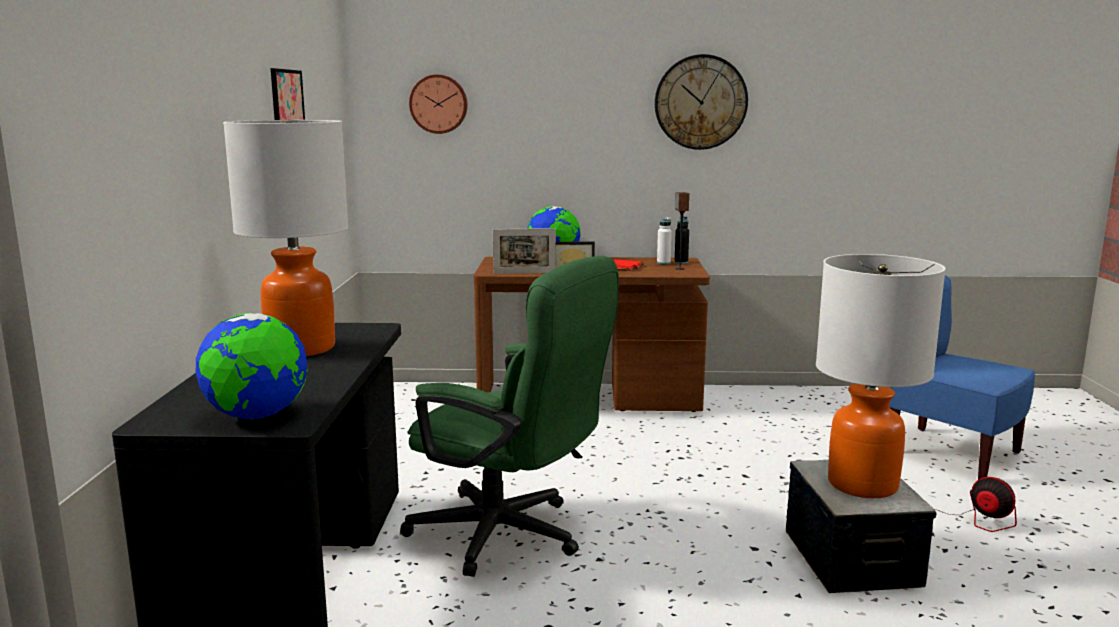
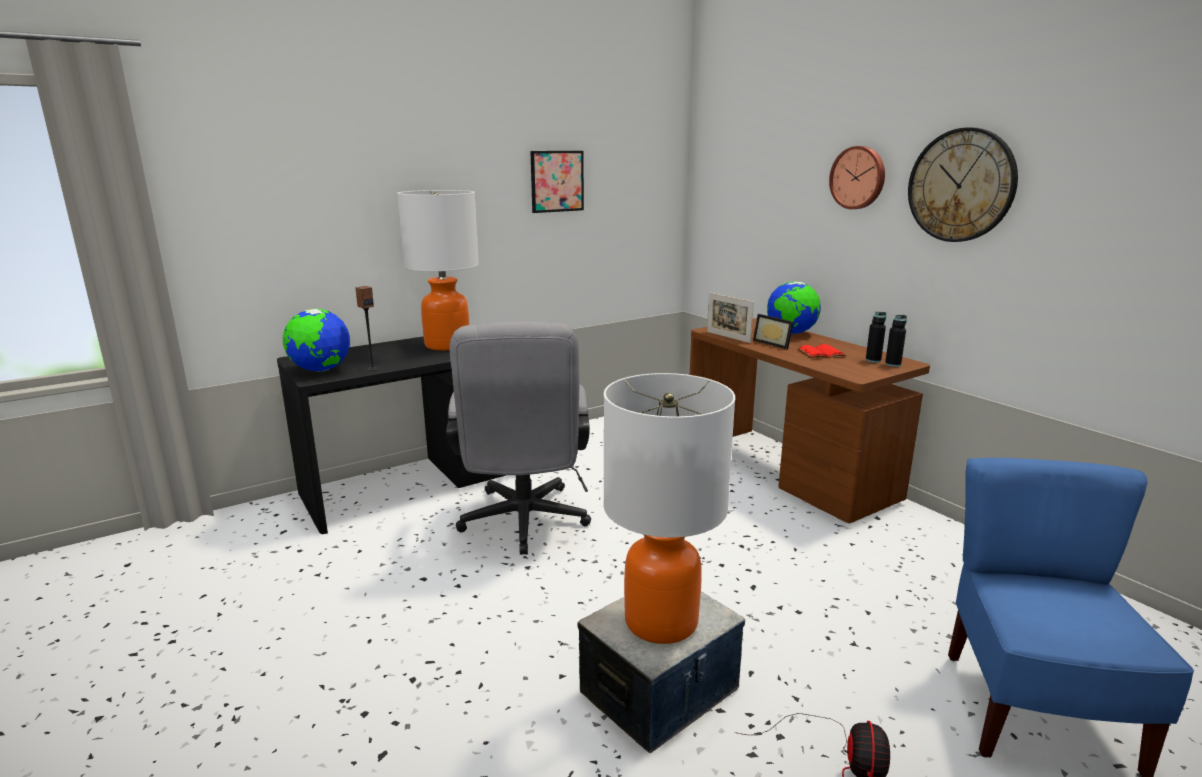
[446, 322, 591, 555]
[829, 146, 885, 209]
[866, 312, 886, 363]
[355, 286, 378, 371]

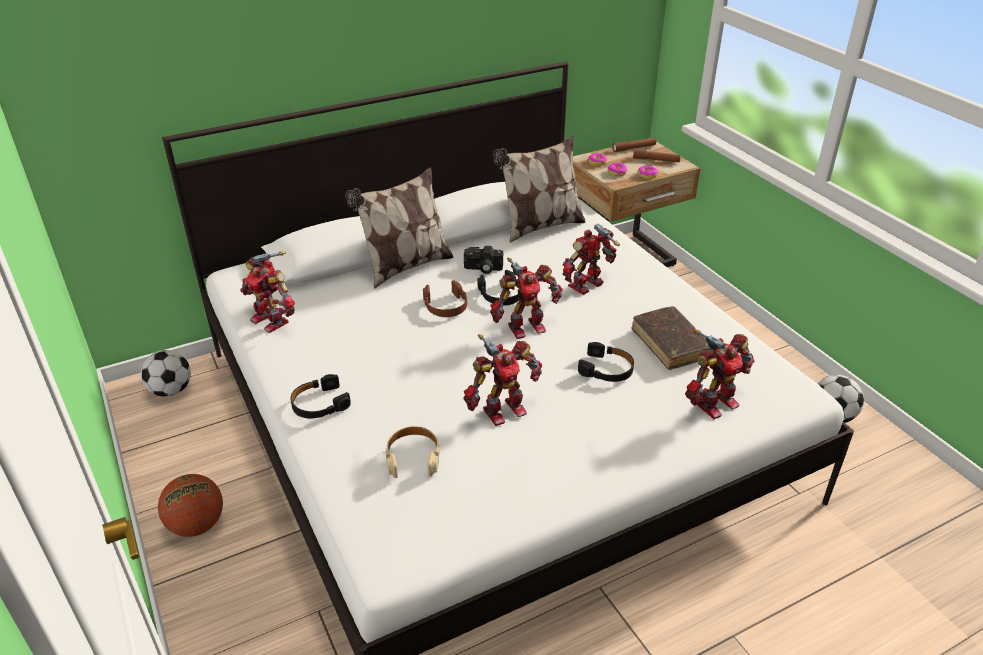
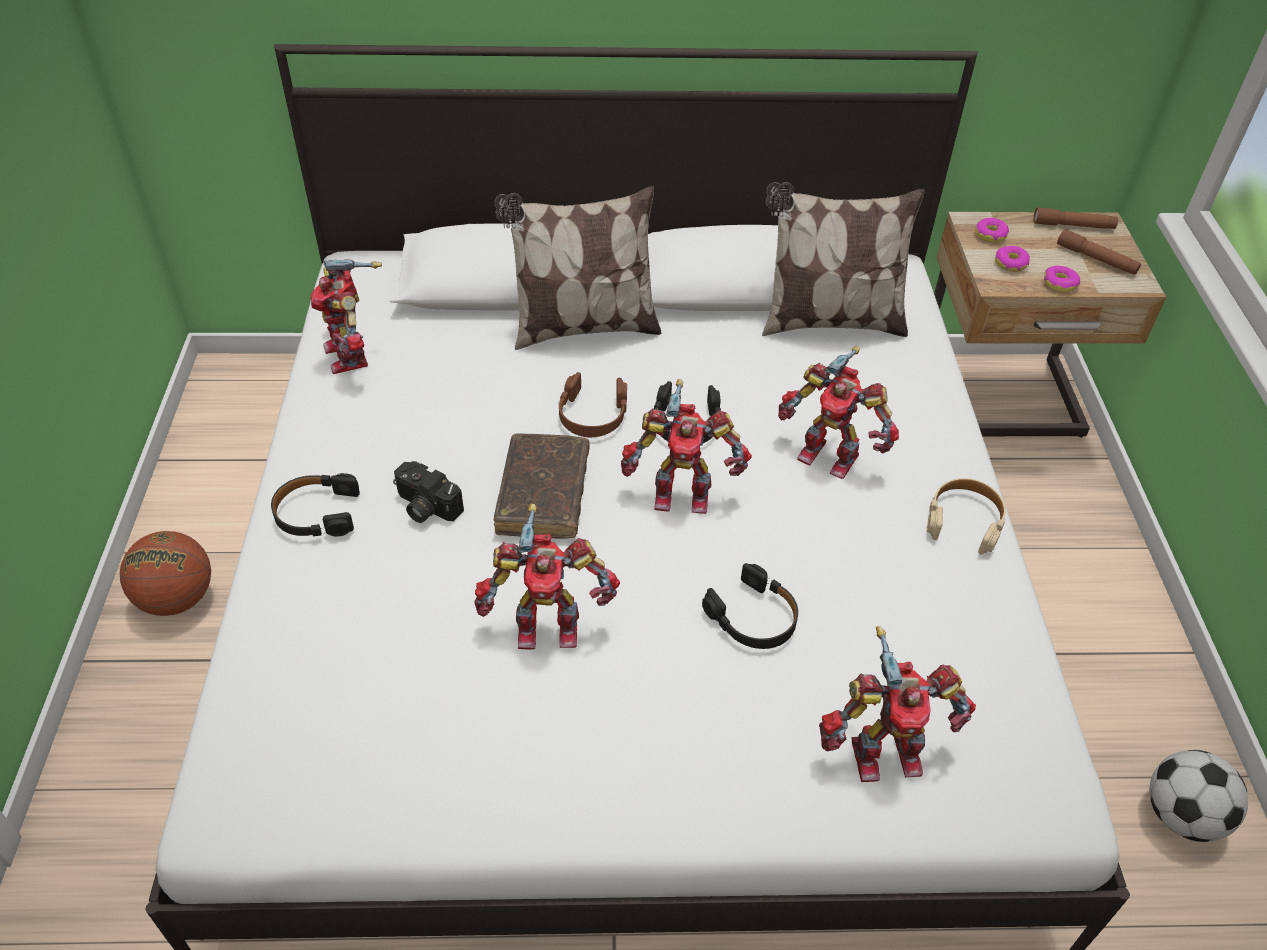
[141, 350, 191, 397] (first image)
[927, 478, 1006, 555]
[393, 461, 464, 523]
[778, 346, 899, 479]
[494, 434, 590, 539]

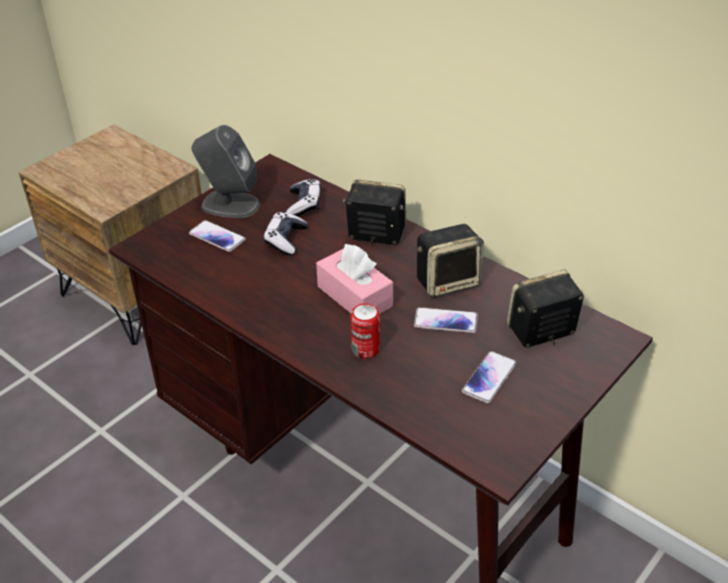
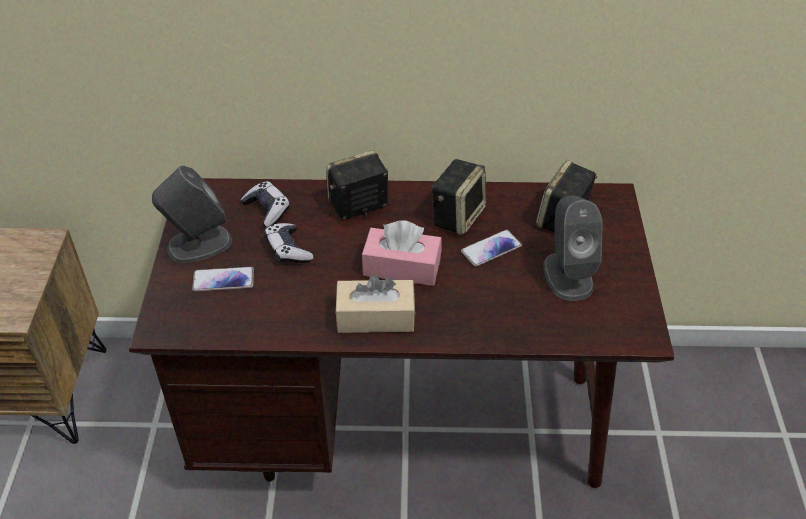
[350, 303, 380, 359] (first image)
[543, 195, 603, 301]
[335, 275, 415, 333]

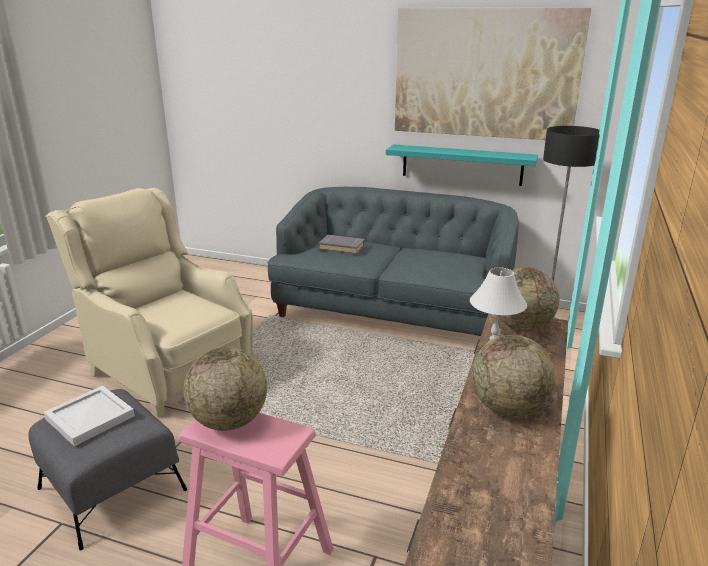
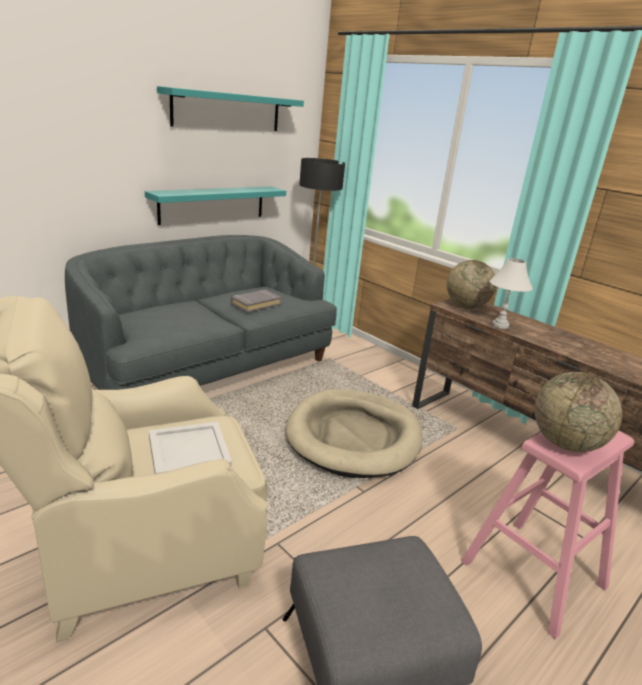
[149, 422, 232, 474]
[231, 290, 282, 313]
[157, 86, 304, 131]
[472, 335, 555, 417] (first image)
[286, 389, 423, 478]

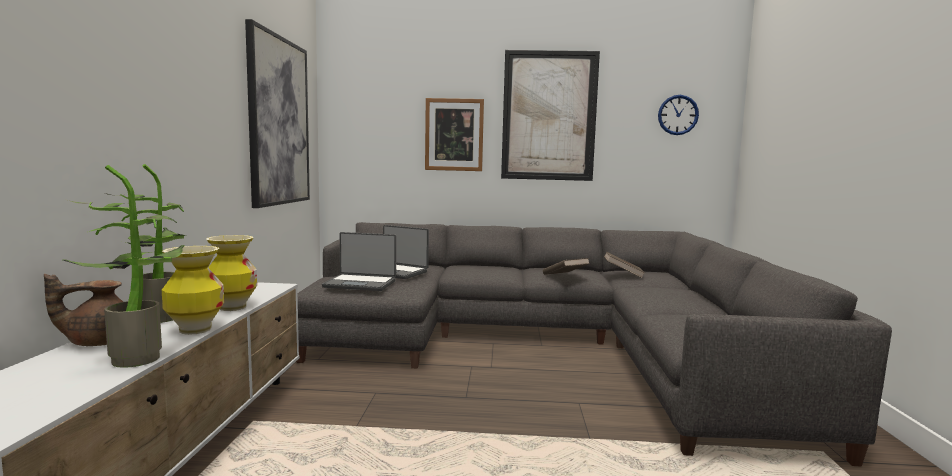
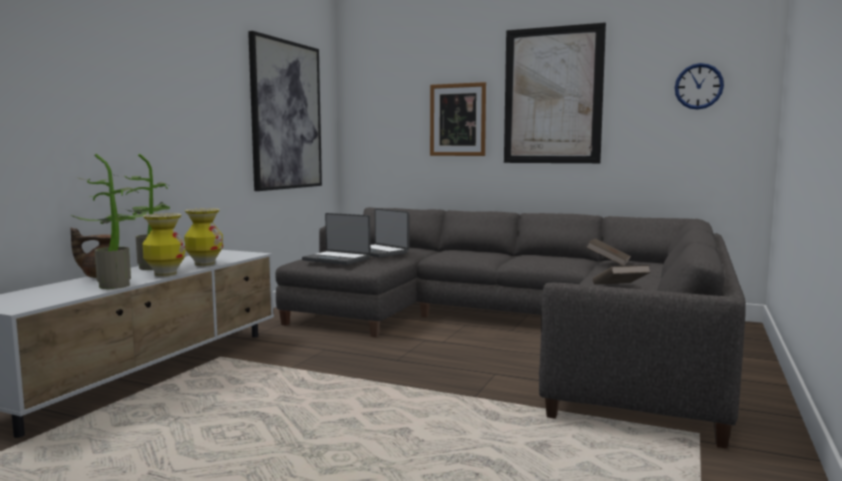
[593, 265, 651, 285]

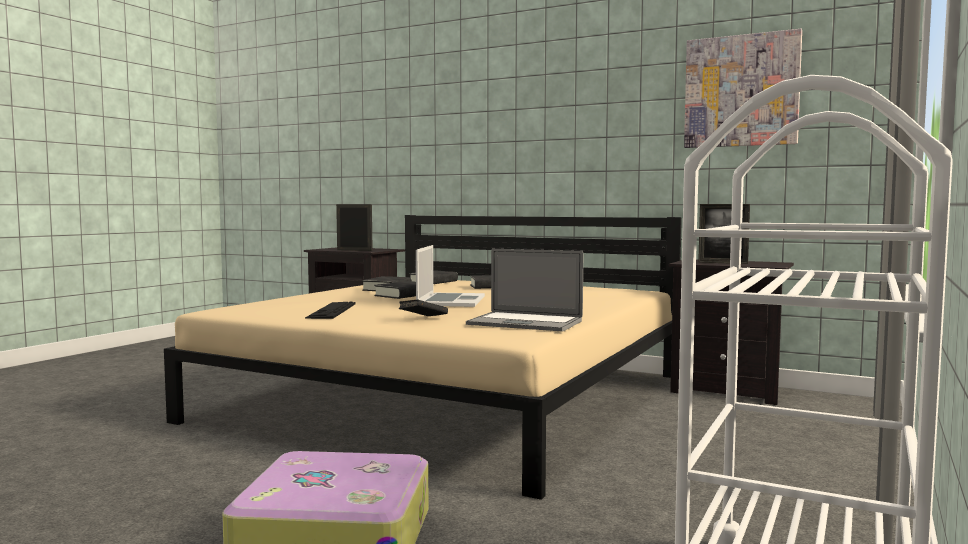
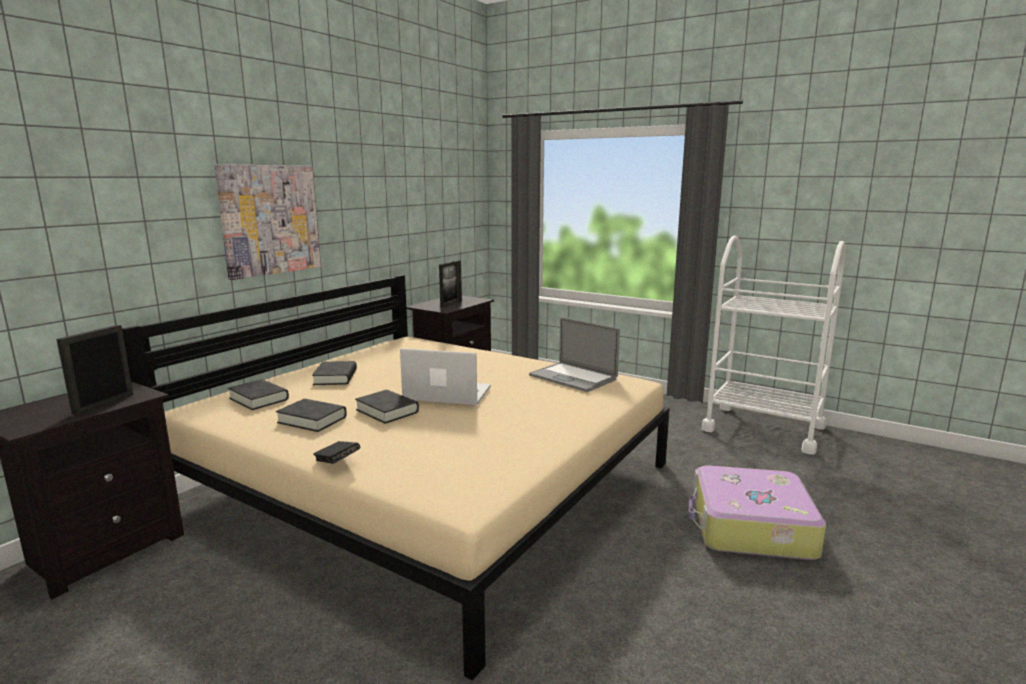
[305, 301, 356, 319] (first image)
[313, 441, 360, 464]
[529, 317, 620, 392]
[214, 164, 321, 280]

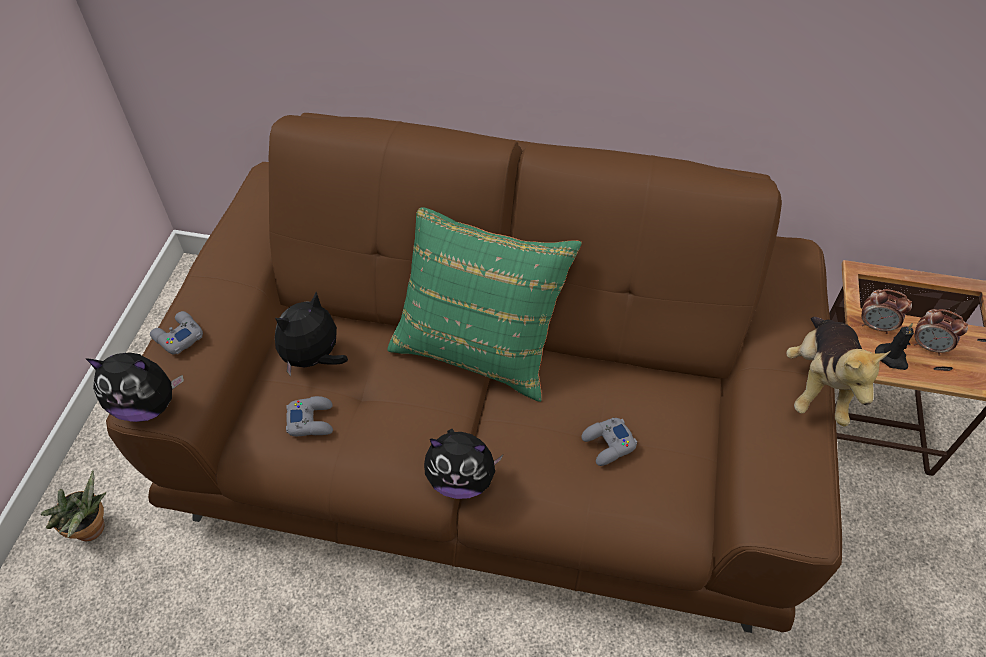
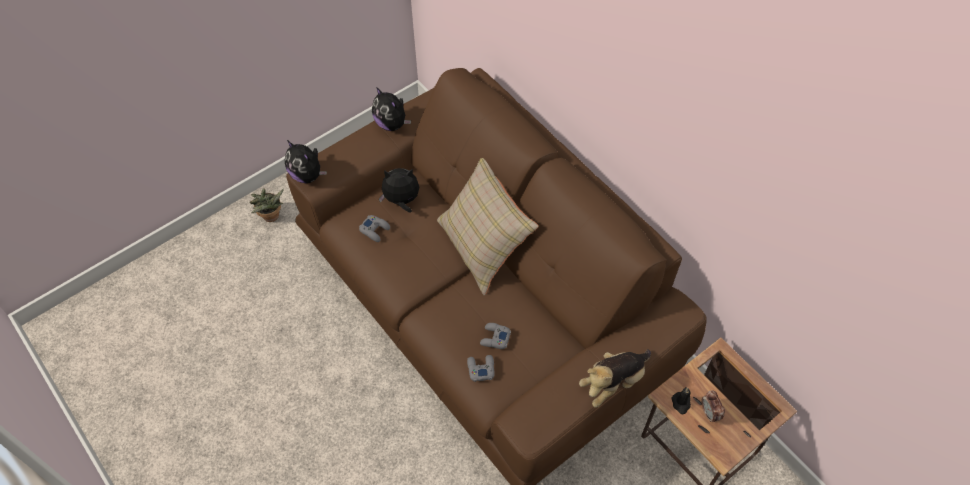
[467, 355, 495, 382]
[437, 158, 539, 295]
[372, 87, 411, 131]
[862, 289, 912, 334] (first image)

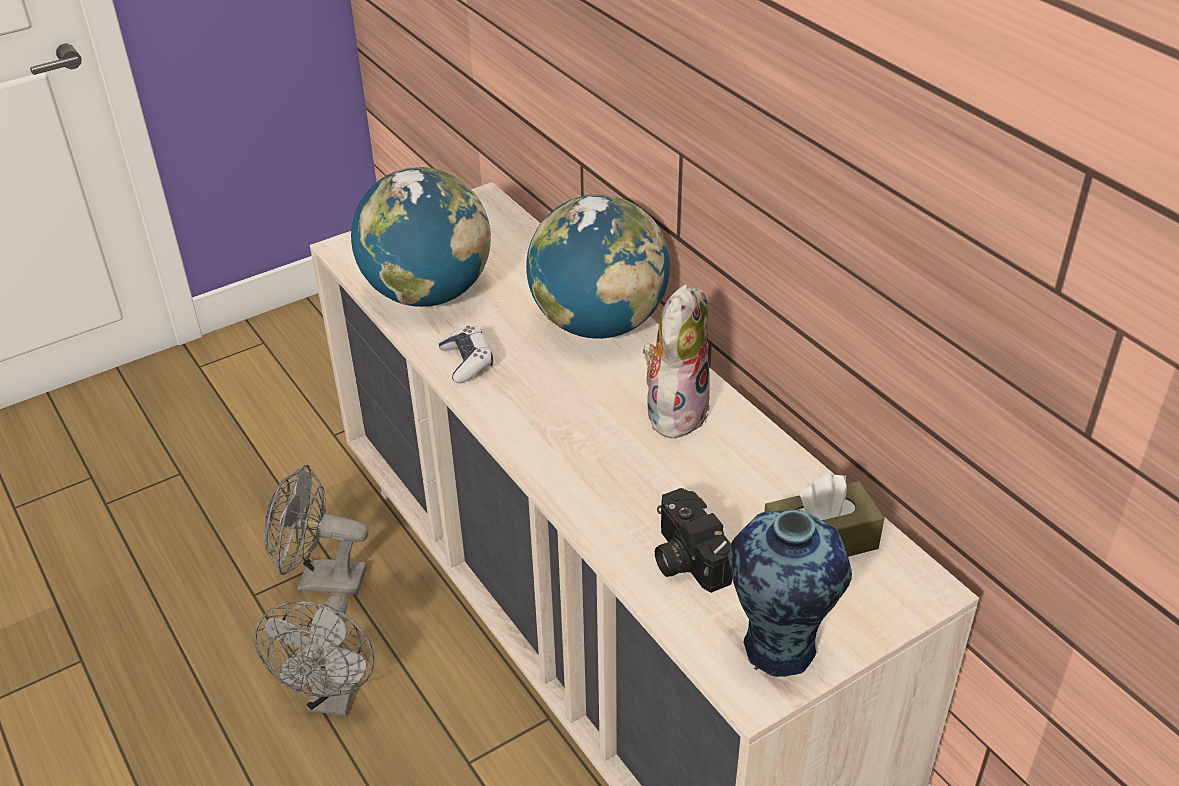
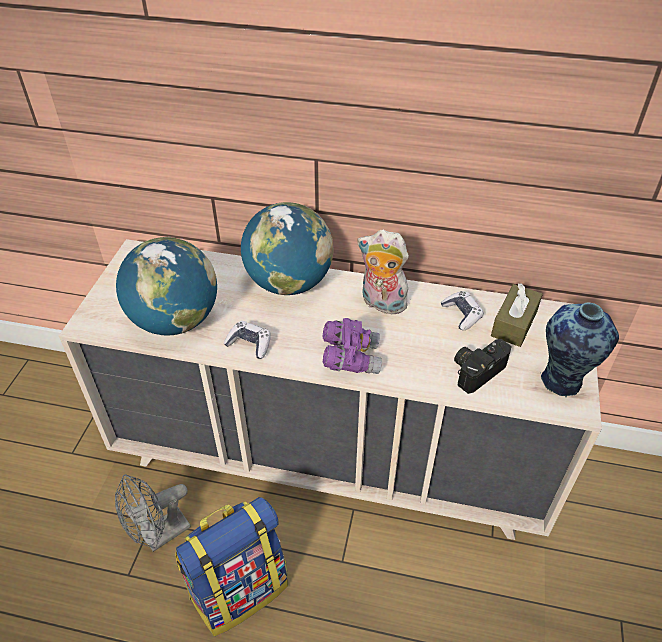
[175, 497, 288, 636]
[357, 230, 409, 314]
[454, 339, 512, 394]
[323, 318, 382, 374]
[441, 291, 484, 331]

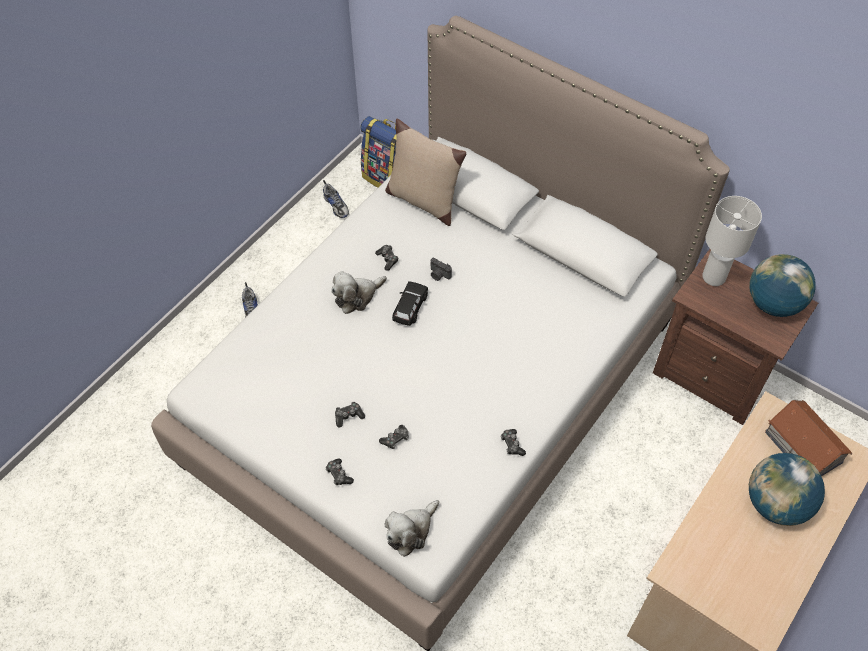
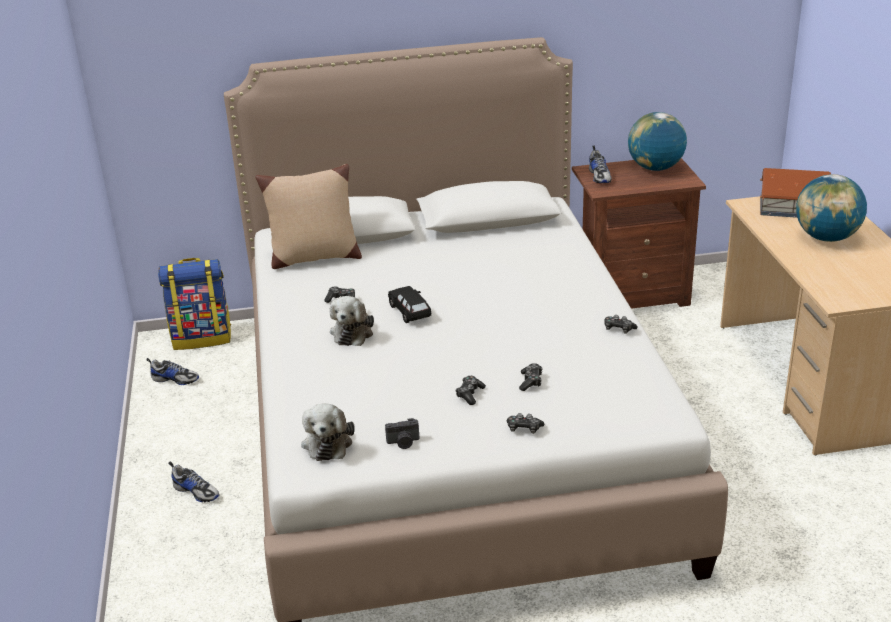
[301, 404, 355, 461]
[385, 418, 419, 449]
[589, 145, 612, 183]

